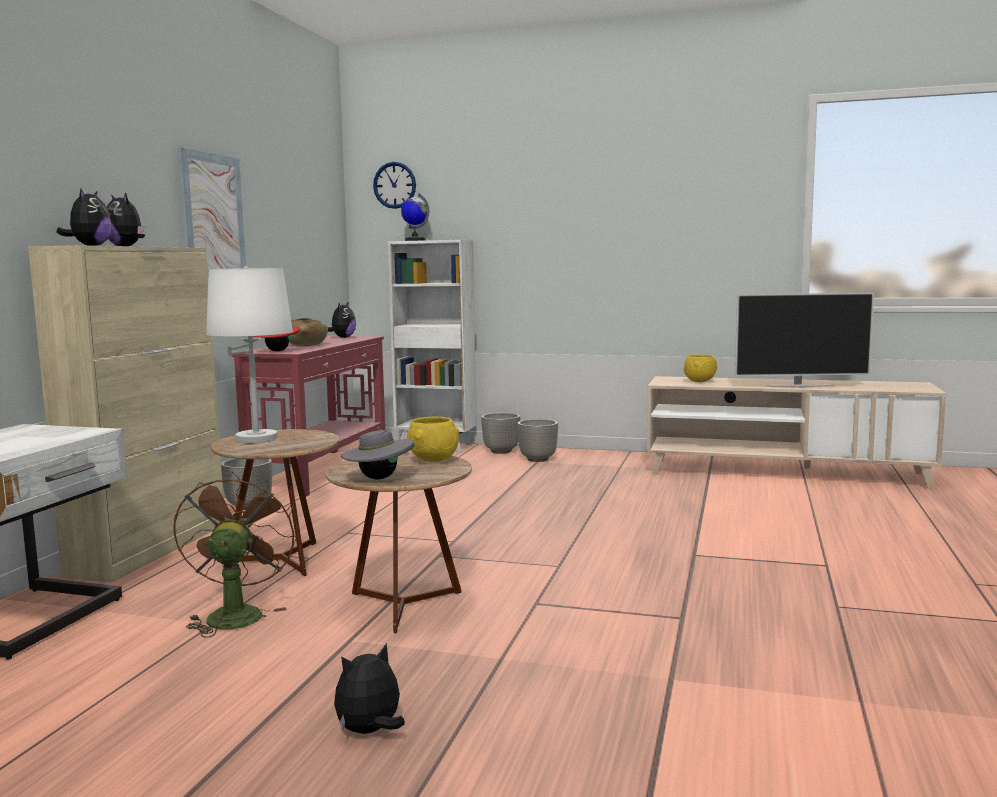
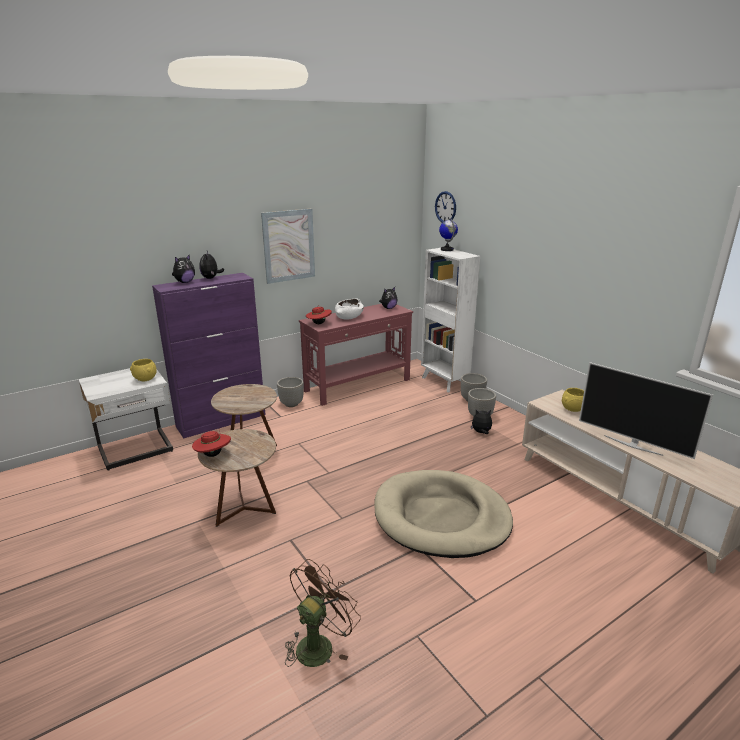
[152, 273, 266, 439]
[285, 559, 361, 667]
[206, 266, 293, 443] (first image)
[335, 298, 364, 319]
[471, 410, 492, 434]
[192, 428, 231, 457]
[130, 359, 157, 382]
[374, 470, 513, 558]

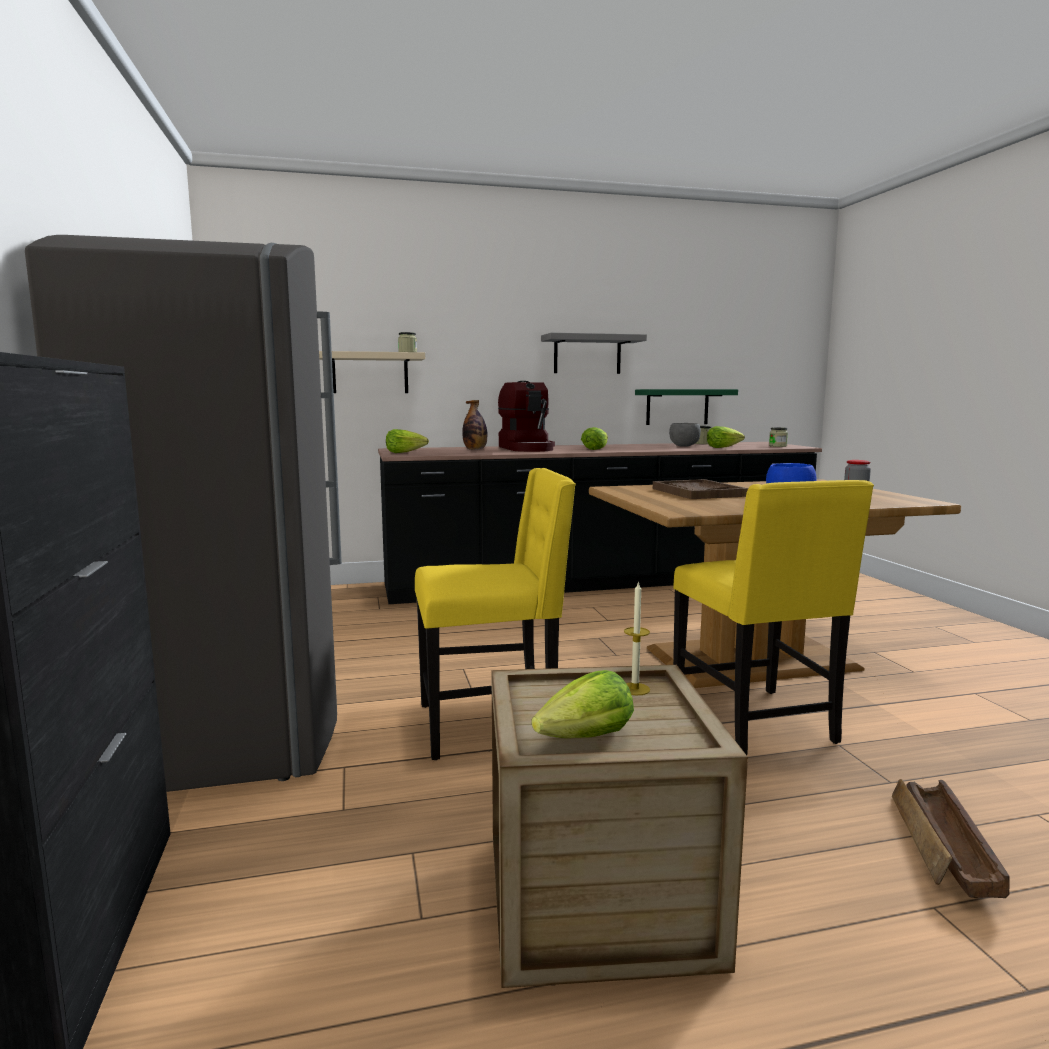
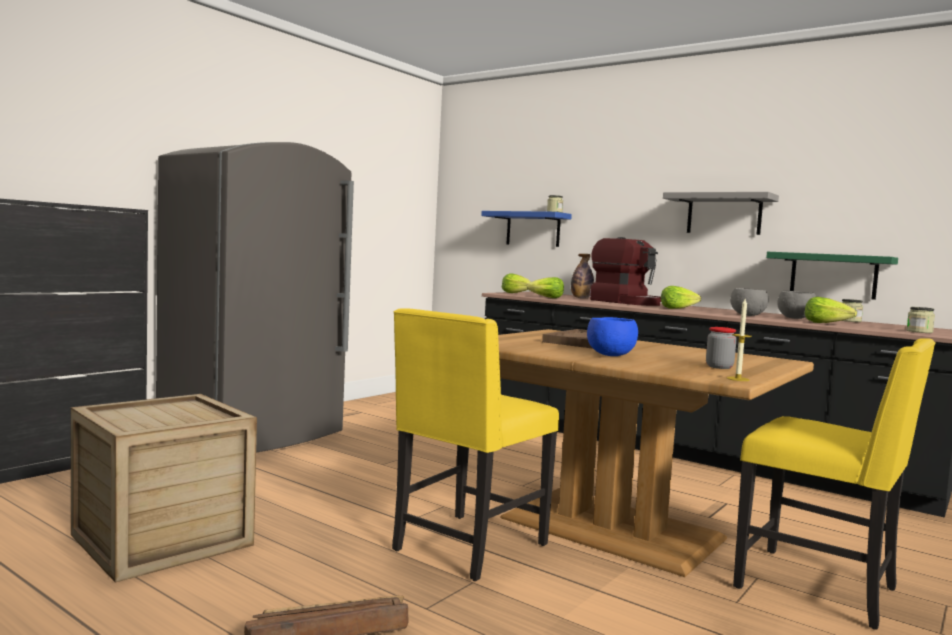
[481, 211, 572, 247]
[733, 338, 936, 630]
[590, 237, 661, 306]
[527, 277, 564, 298]
[727, 299, 752, 381]
[730, 288, 769, 316]

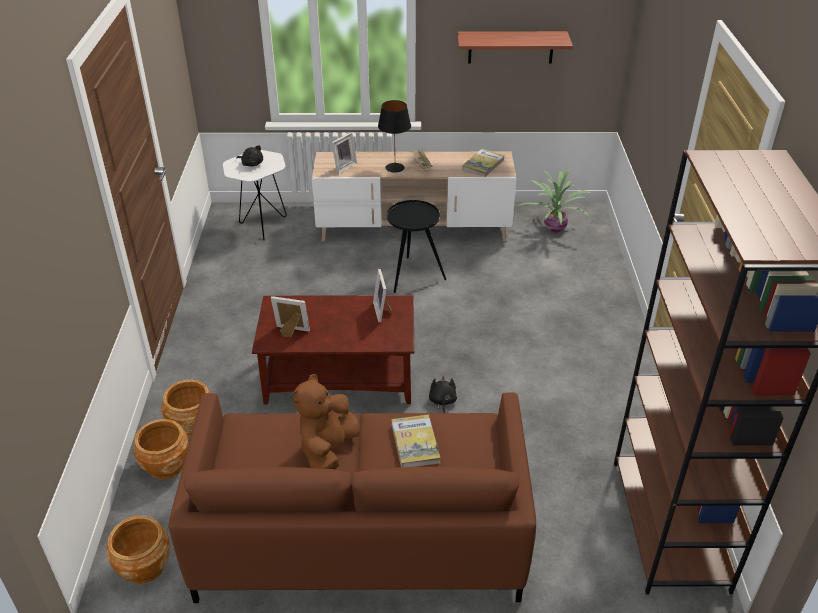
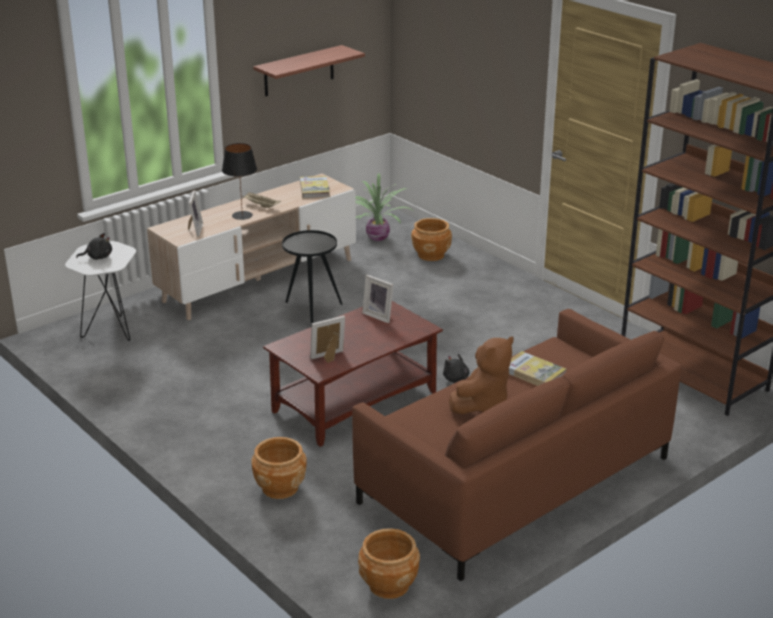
[411, 218, 452, 261]
[449, 337, 513, 414]

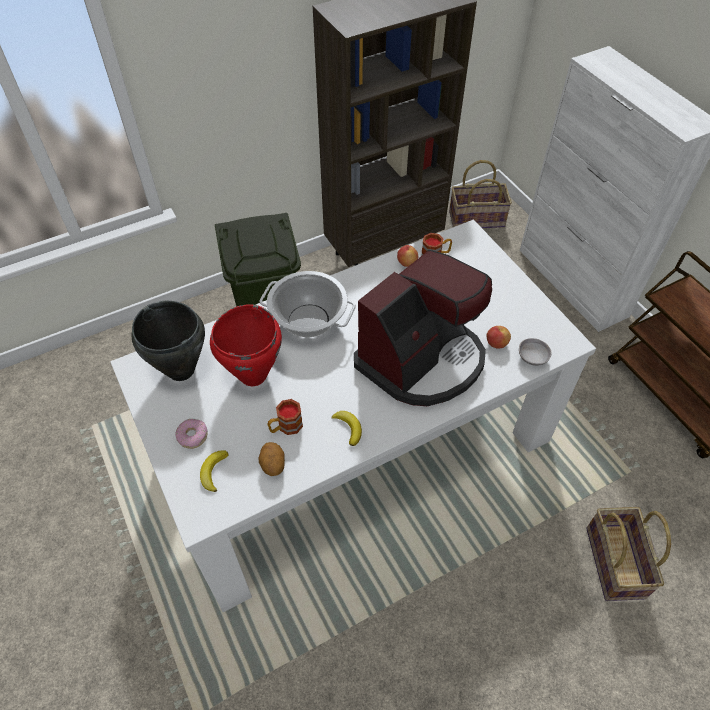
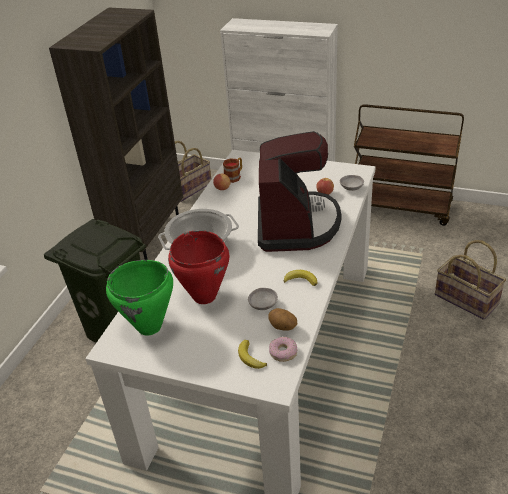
[106, 260, 173, 335]
[269, 337, 297, 362]
[248, 288, 278, 310]

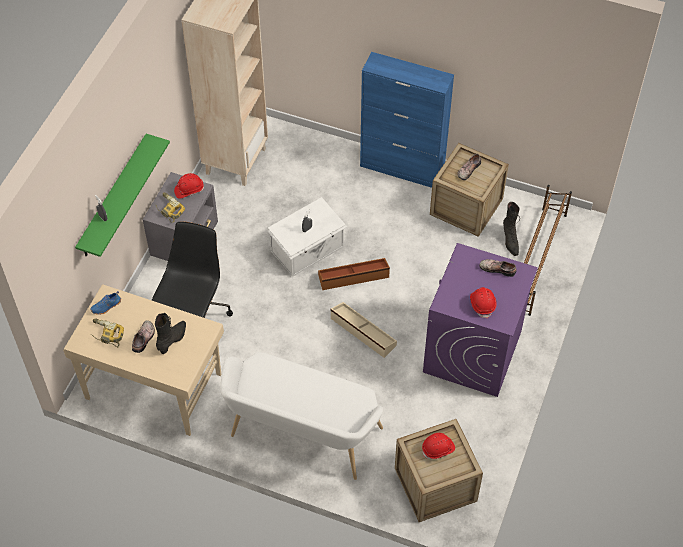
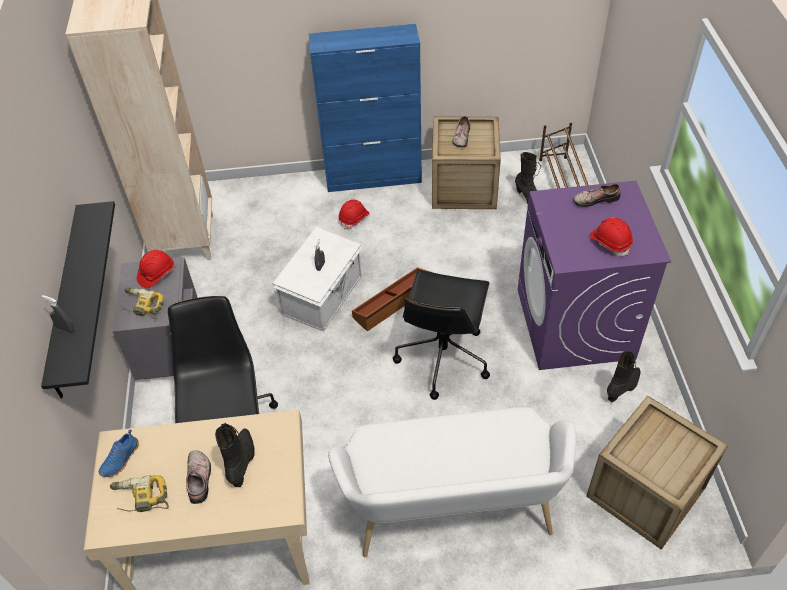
[41, 201, 115, 398]
[393, 270, 490, 400]
[338, 200, 369, 229]
[607, 351, 640, 402]

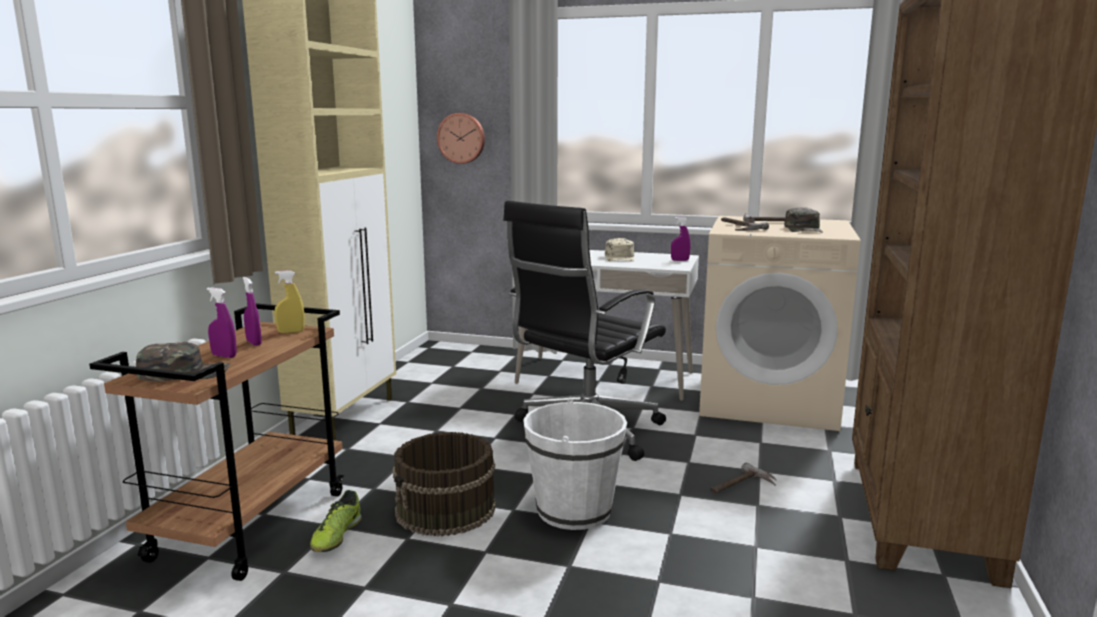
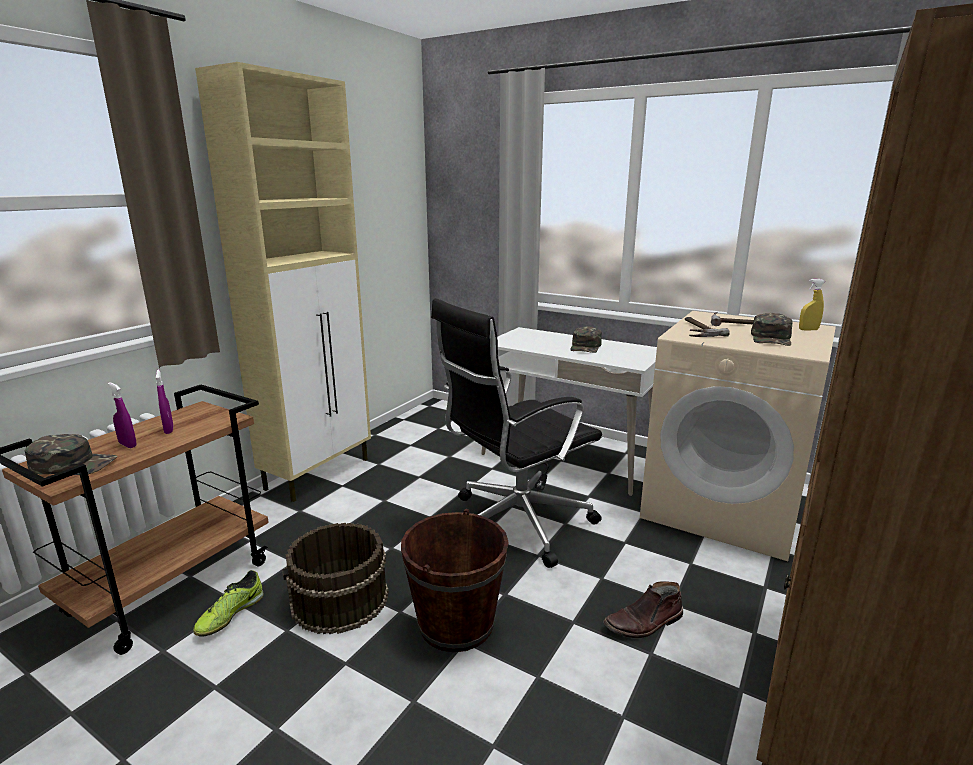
[799, 279, 825, 331]
[437, 113, 485, 164] (first image)
[401, 509, 509, 652]
[570, 326, 602, 353]
[671, 217, 691, 261] (first image)
[604, 581, 683, 638]

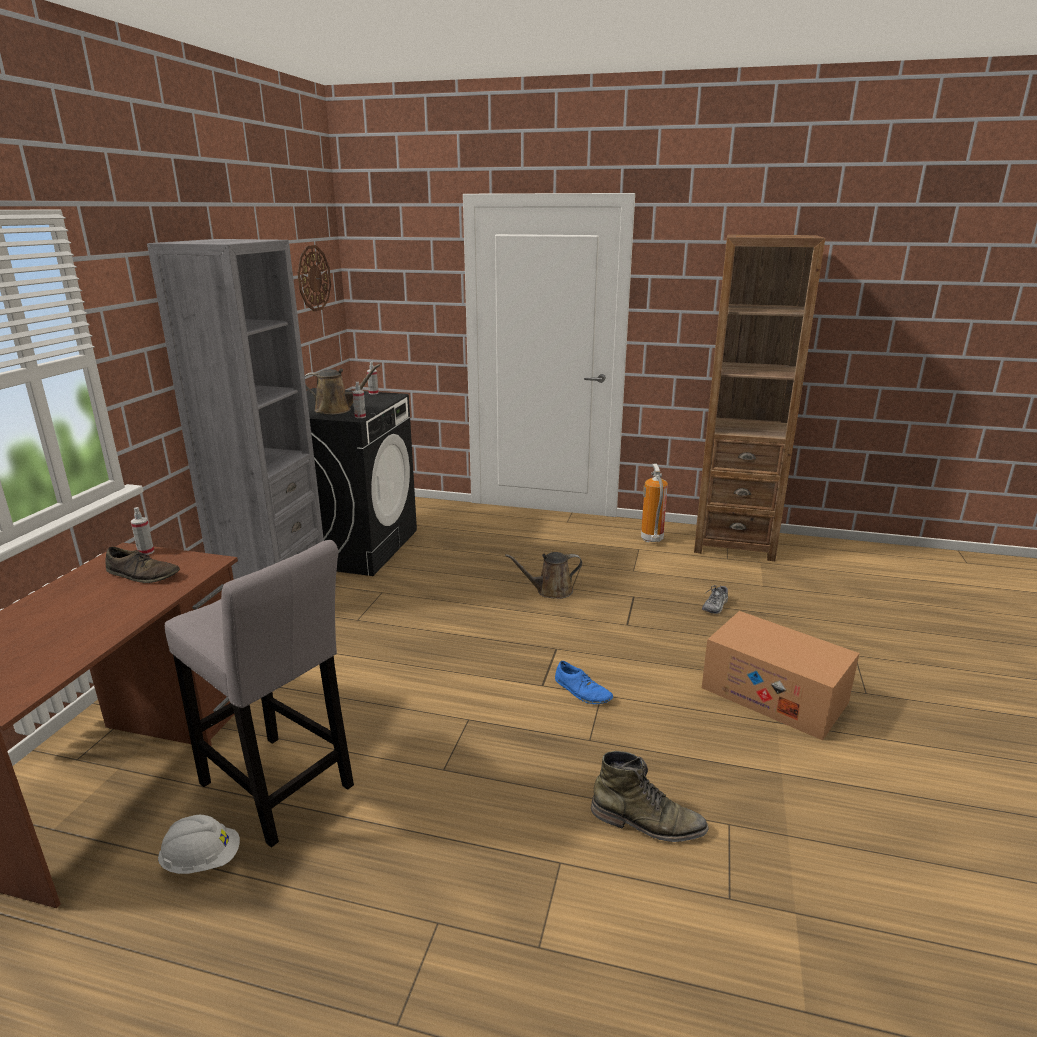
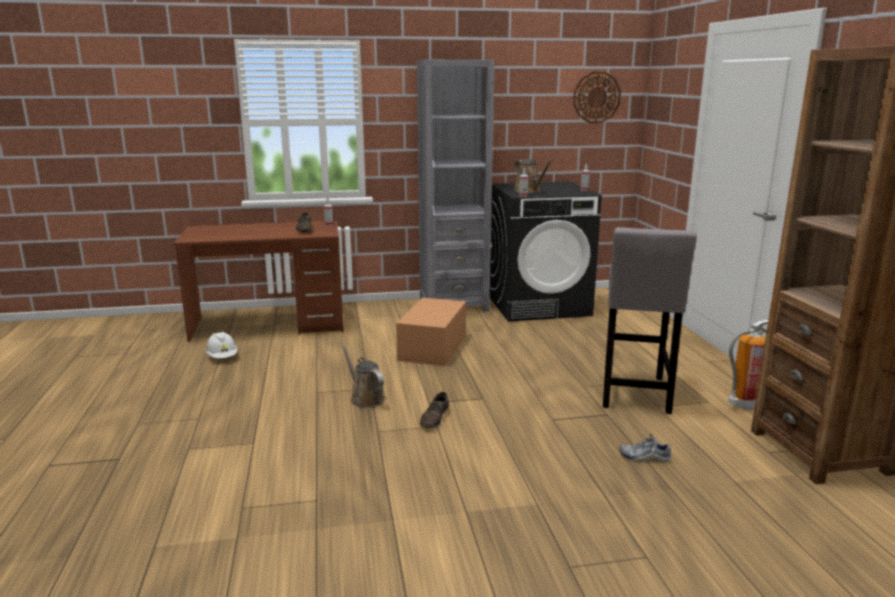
[603, 227, 697, 414]
[341, 343, 385, 408]
[420, 392, 449, 428]
[591, 751, 709, 842] (first image)
[396, 298, 466, 366]

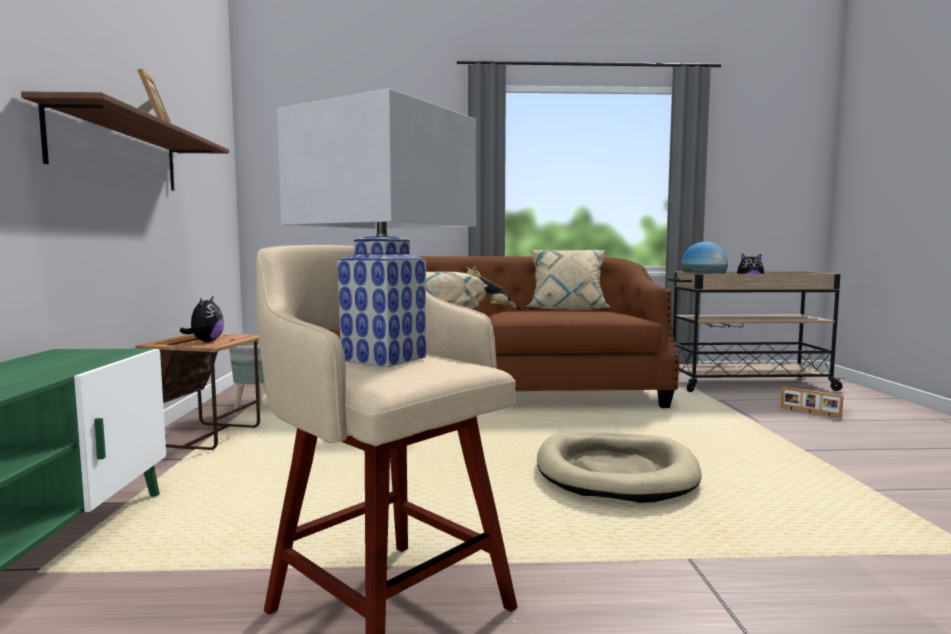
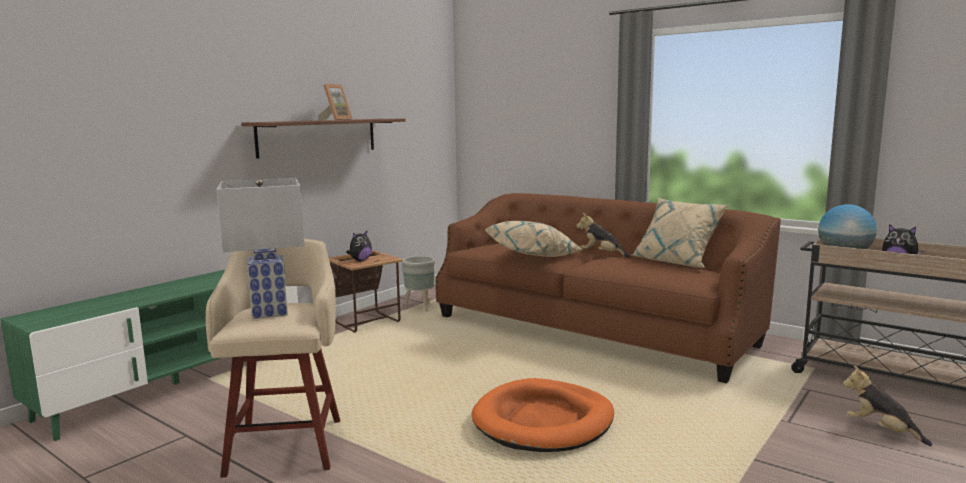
[471, 378, 614, 452]
[843, 365, 932, 446]

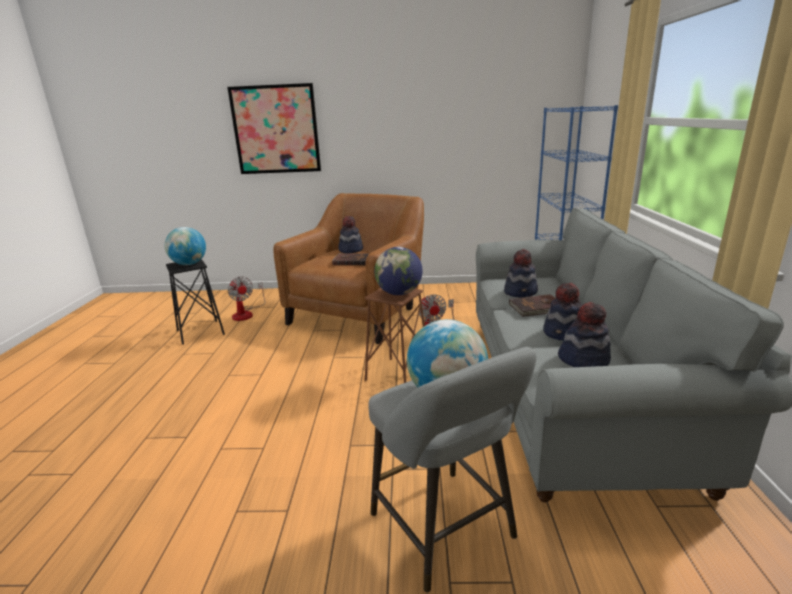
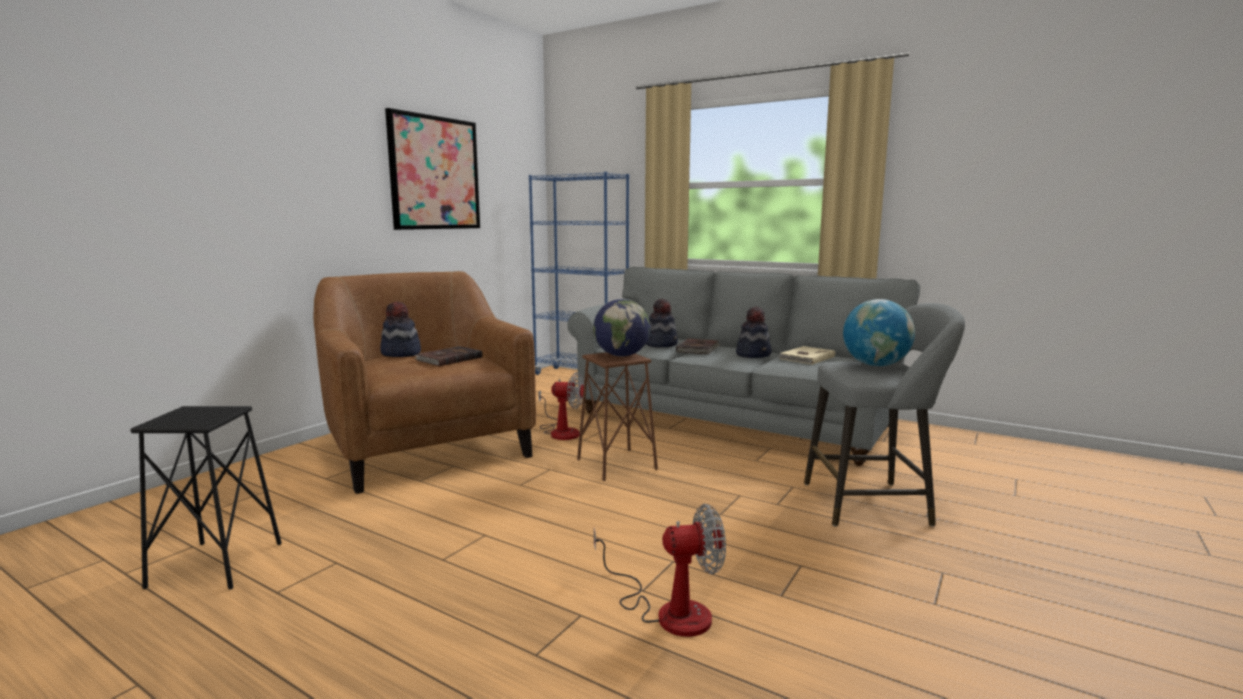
[165, 227, 206, 265] (first image)
[385, 108, 480, 230]
[594, 504, 726, 637]
[778, 346, 835, 365]

